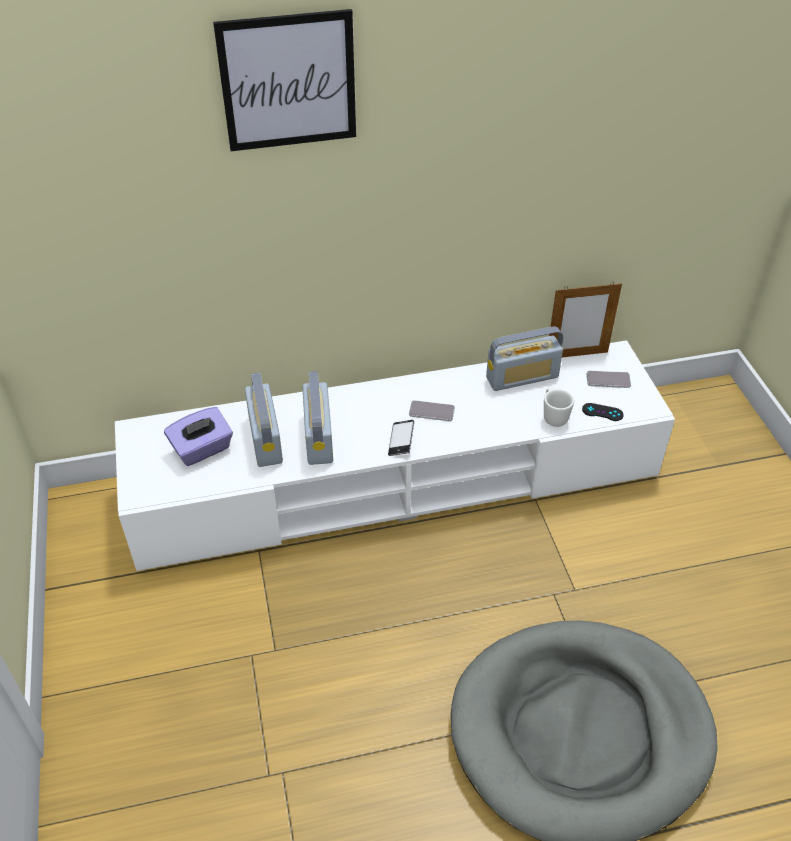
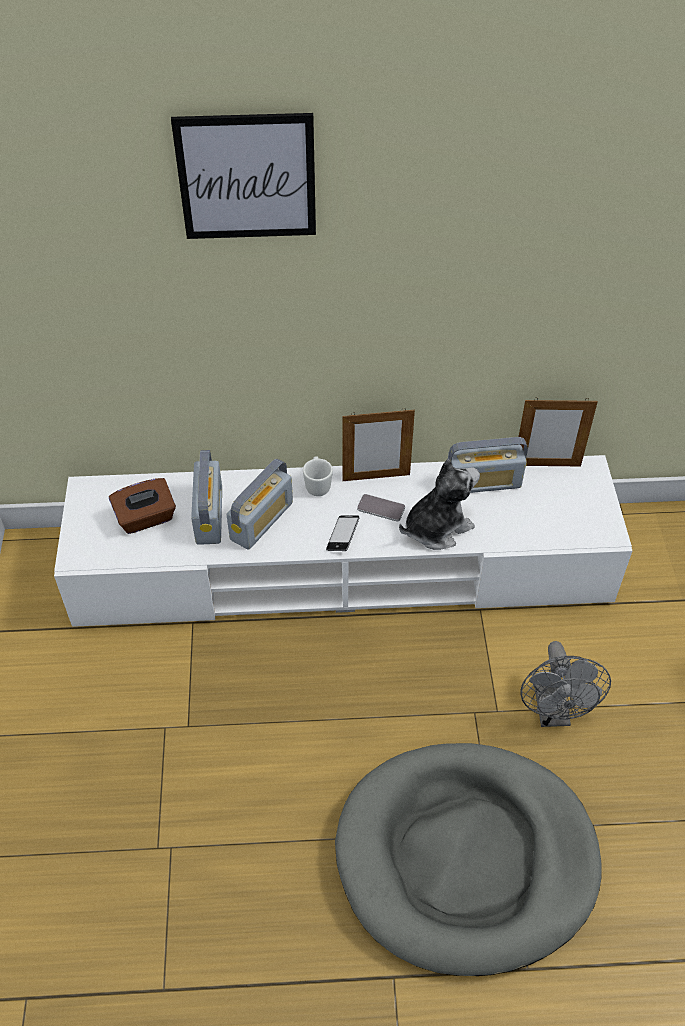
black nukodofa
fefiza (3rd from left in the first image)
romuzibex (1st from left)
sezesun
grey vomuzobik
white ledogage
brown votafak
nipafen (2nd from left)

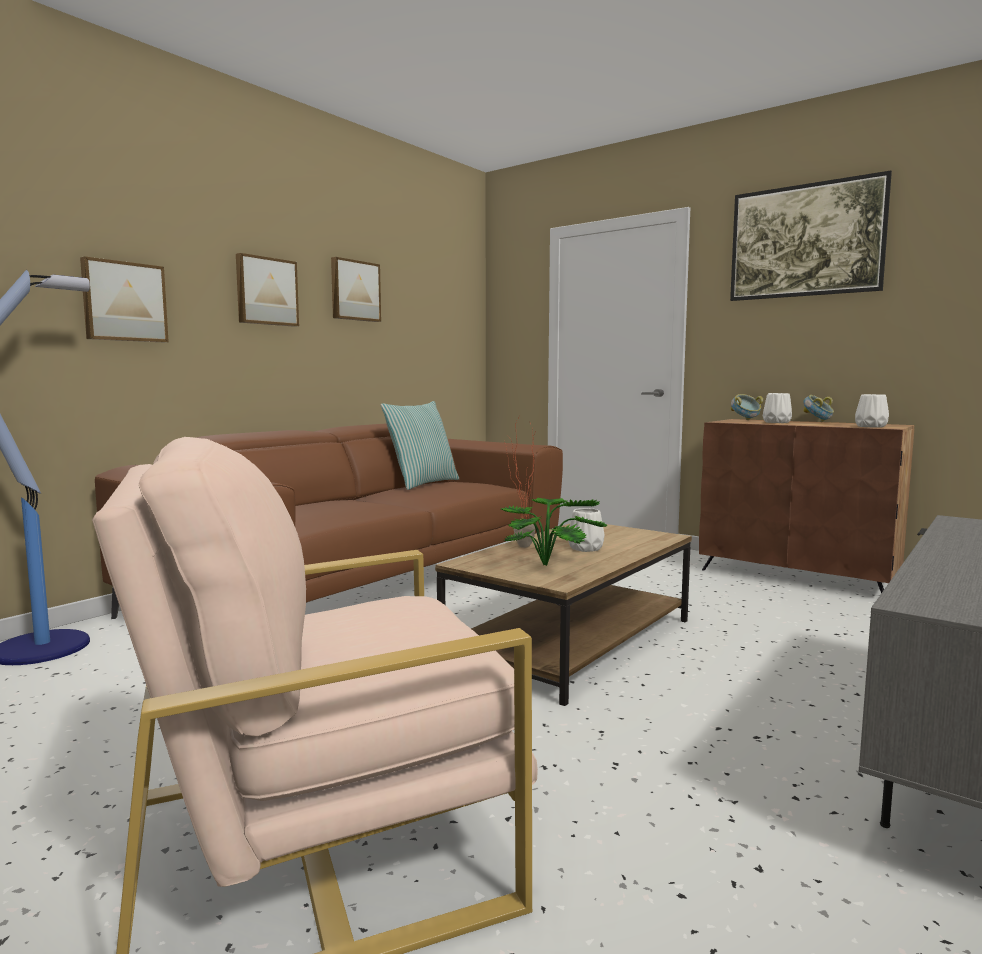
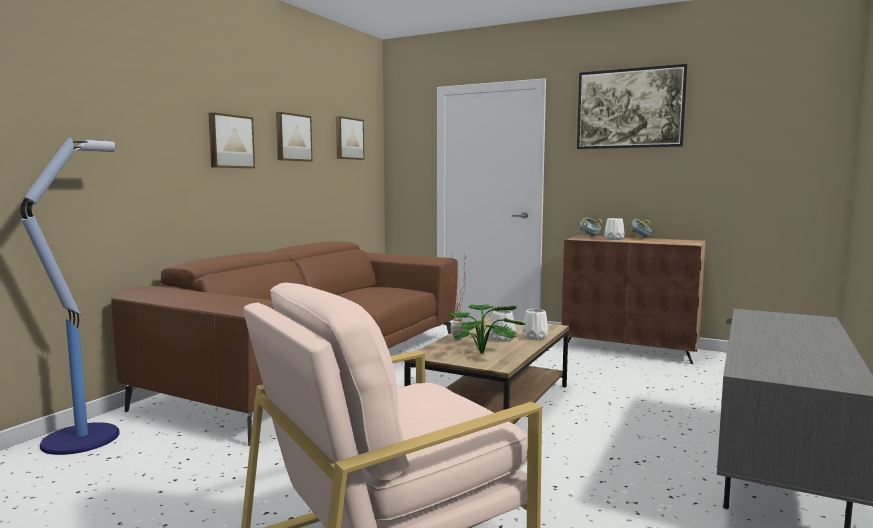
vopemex
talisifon (3rd from left)
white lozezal (2nd from left)

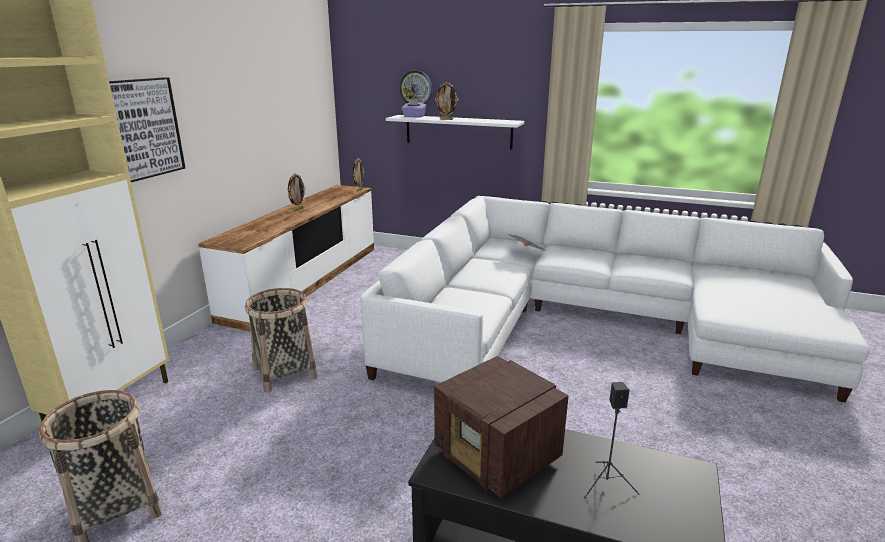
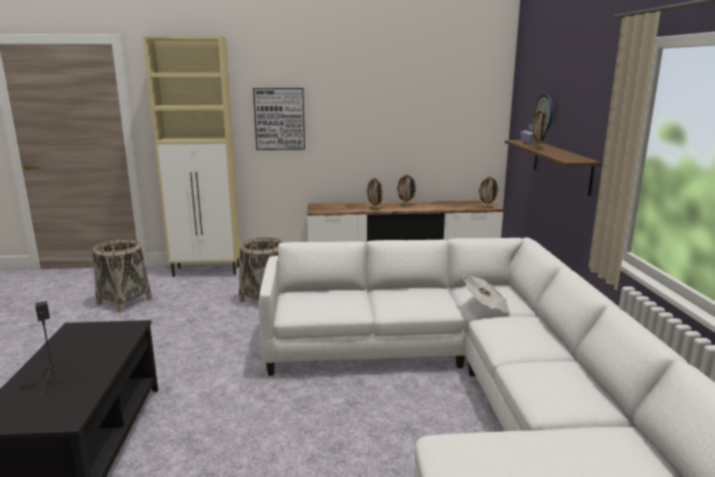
nipafen
romuzibex (1st from left)
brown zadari

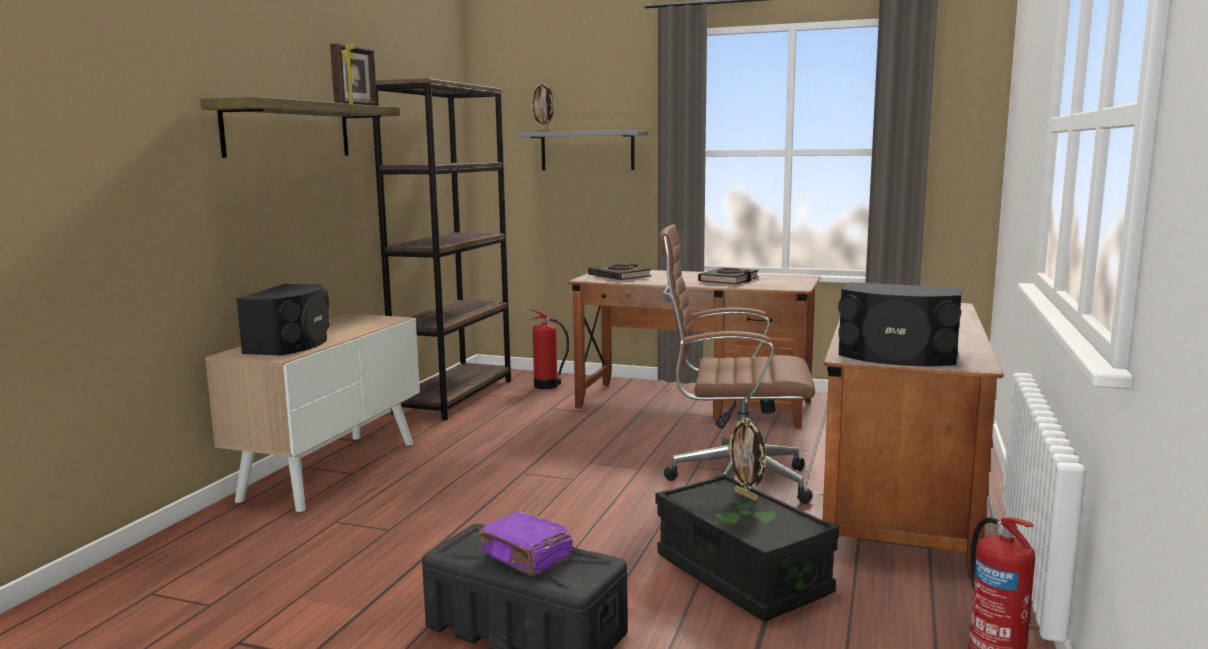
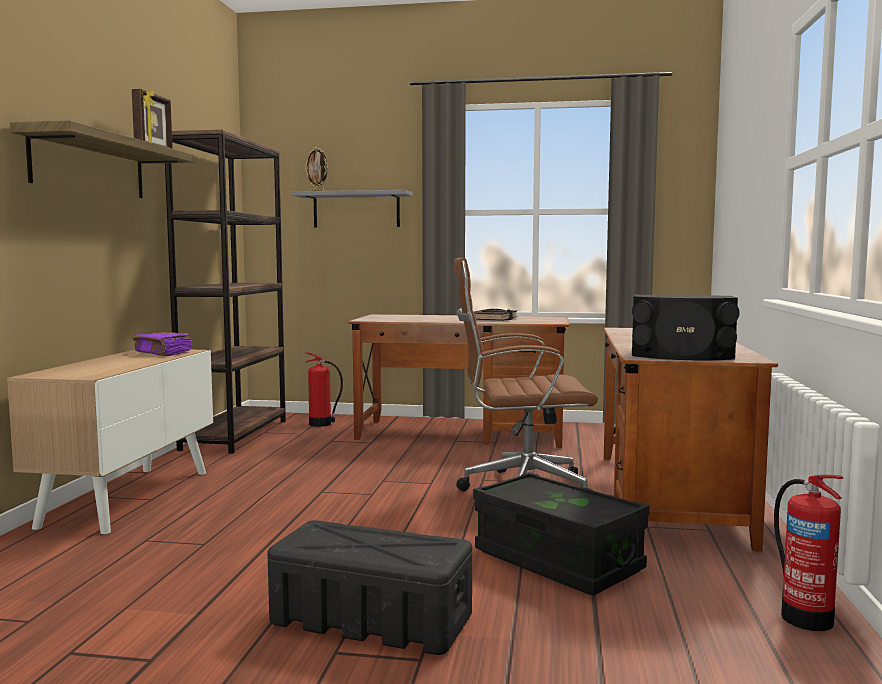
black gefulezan (1st from left in the first image)
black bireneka (1st from left in the first image)
romuzibex (3rd from left in the first image)
purple bireneka

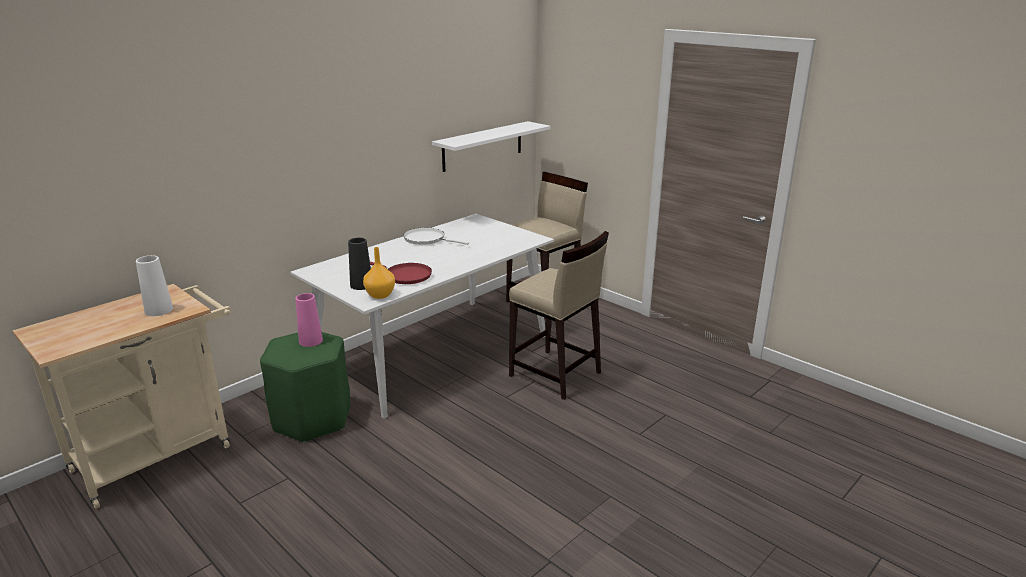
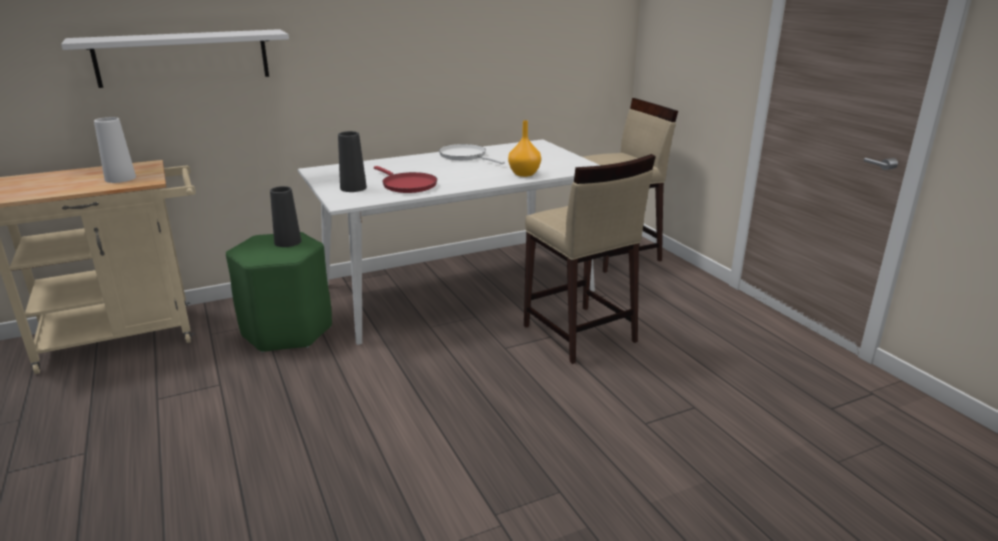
orange lozezal
white zadari
black lozezal (1st from left)

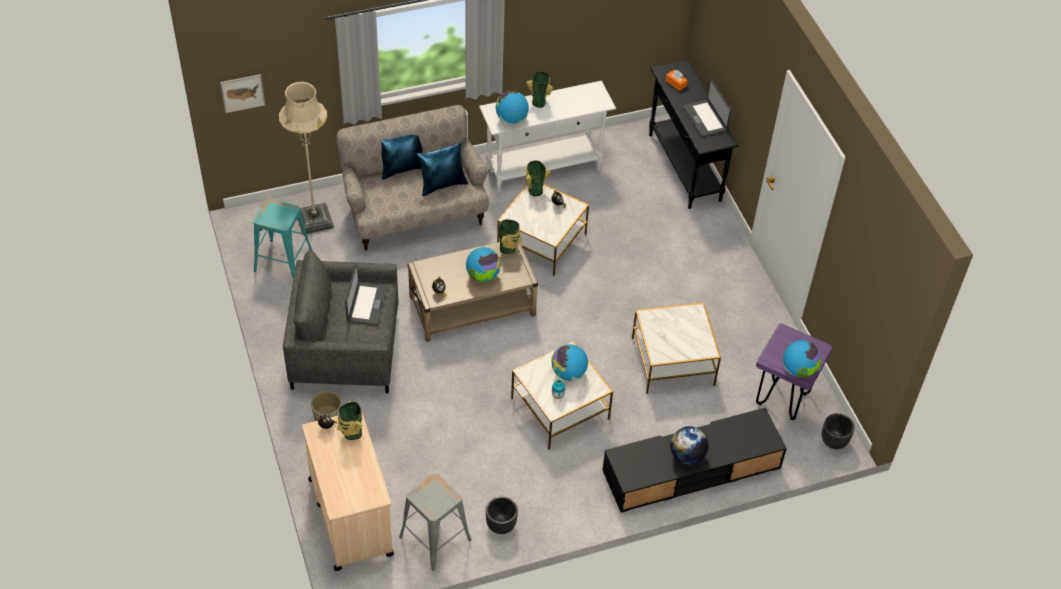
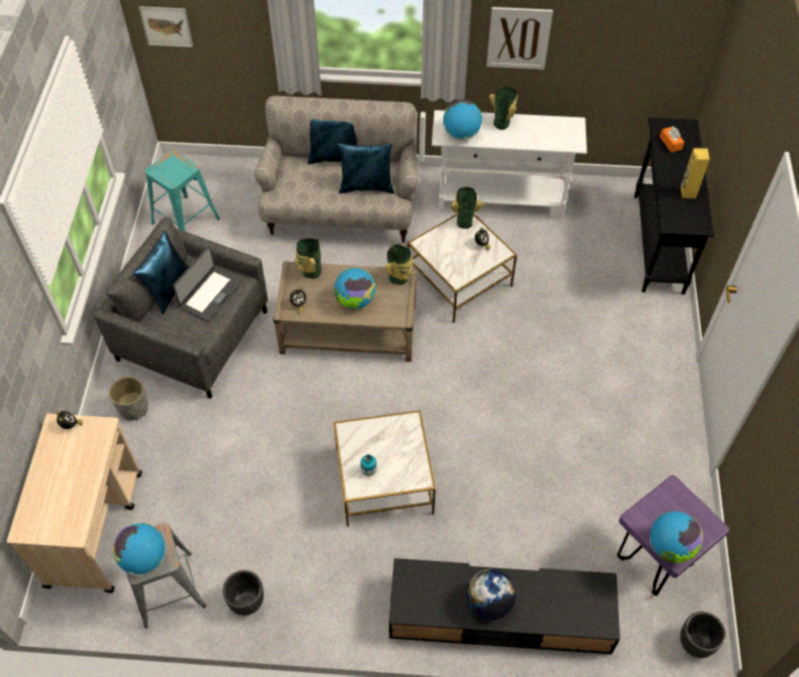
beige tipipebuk
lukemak (3rd from left in the first image)
blue vopemex (1st from left)
talisifon (2nd from left)
lozezal (1st from left)
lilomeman (1st from left)
yellow gefulezan

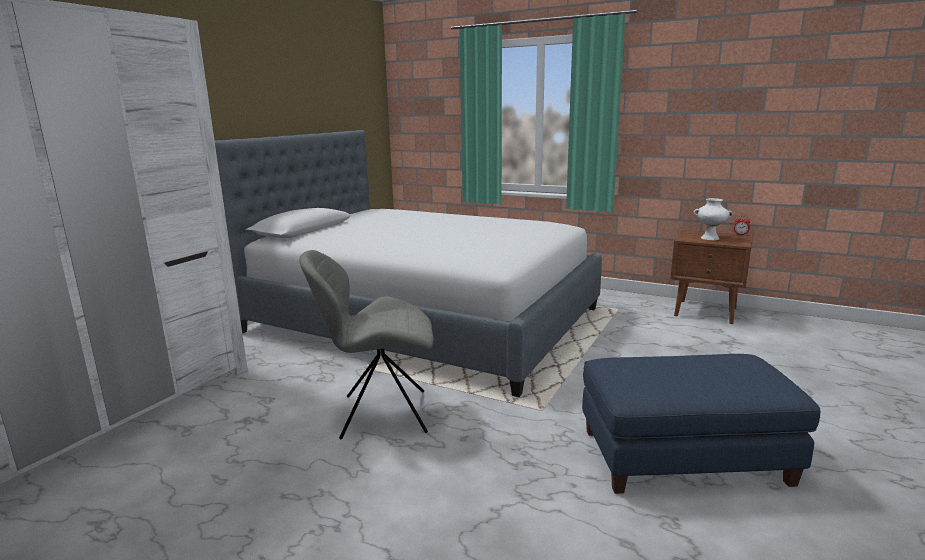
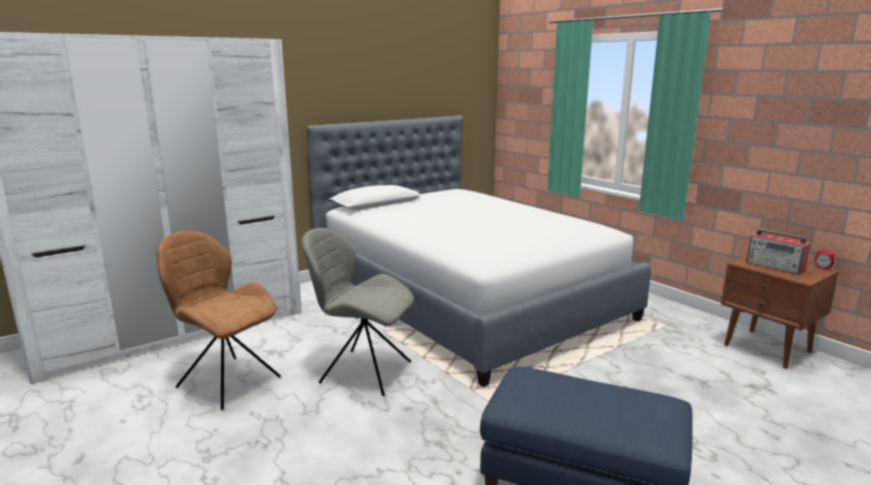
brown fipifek
nipafen

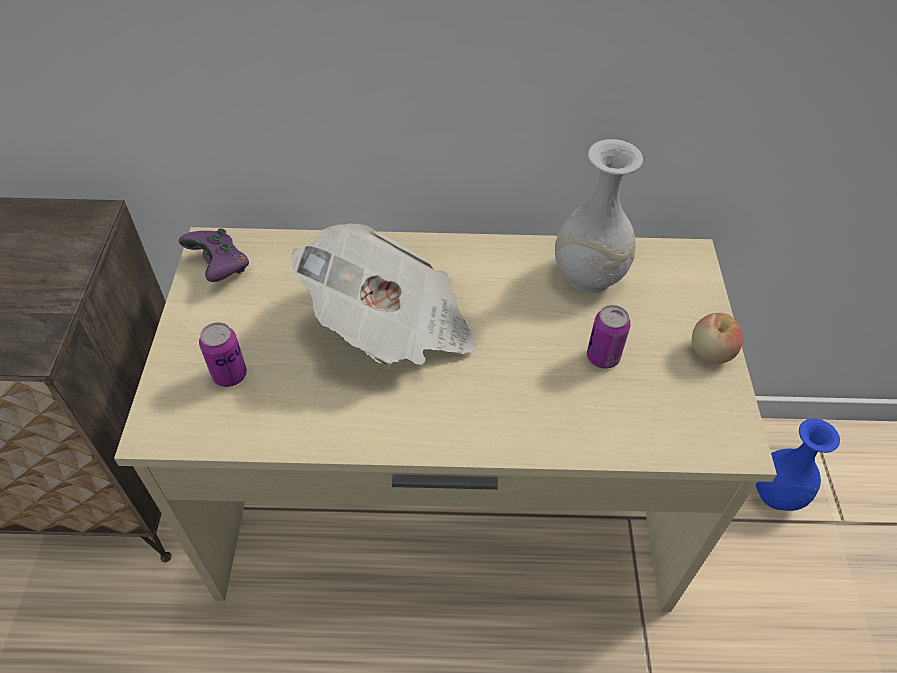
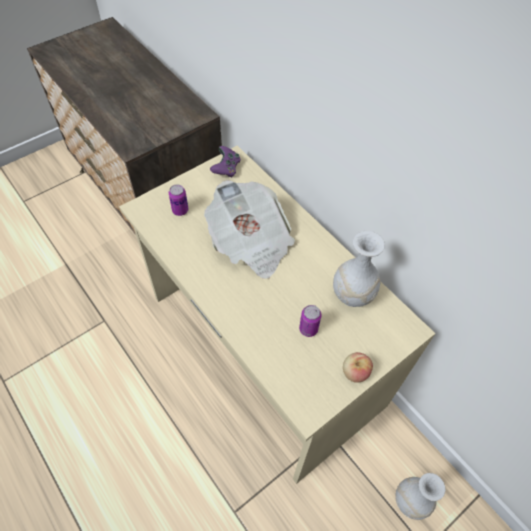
white lozezal (2nd from left)

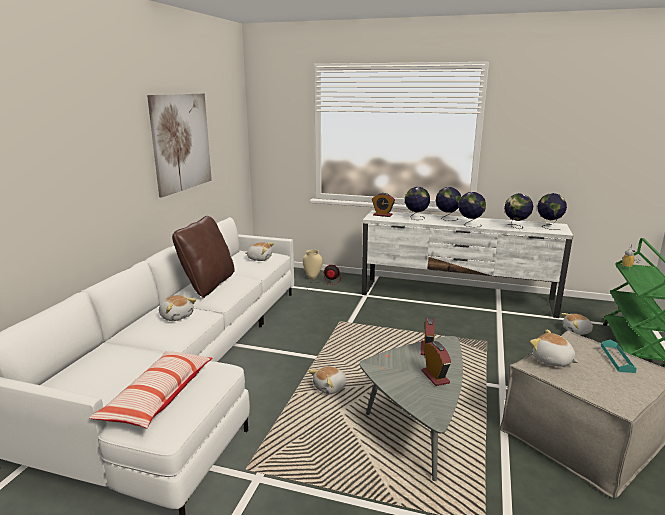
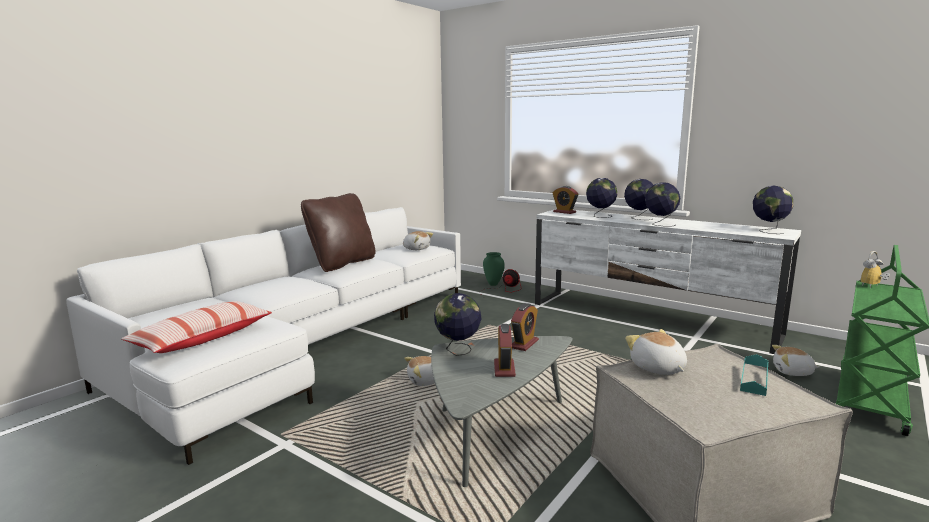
talisifon
sezesun (1st from left in the first image)
lilomeman (1st from left)
green lozezal

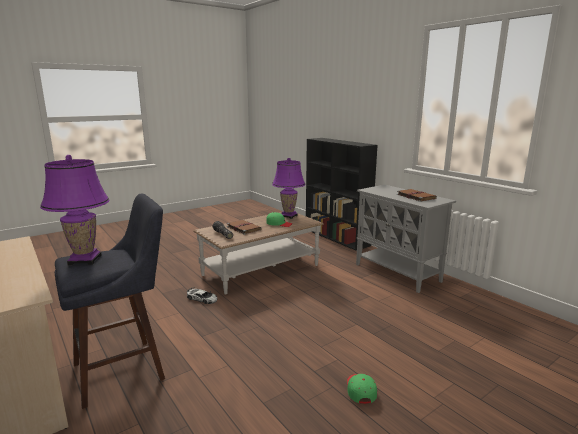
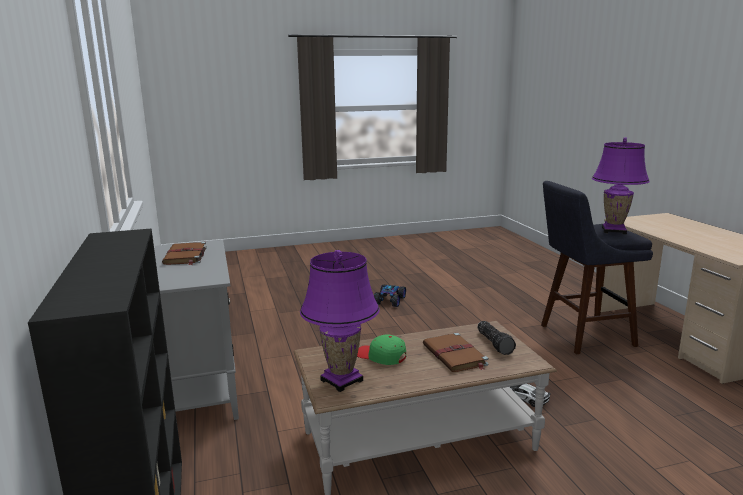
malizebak (1st from left)

